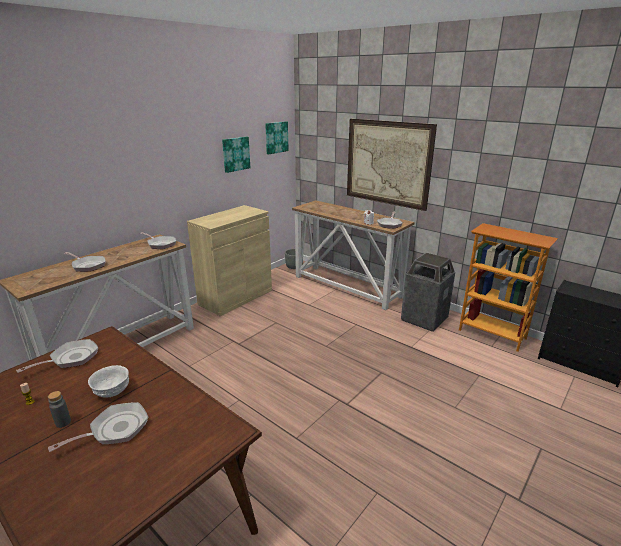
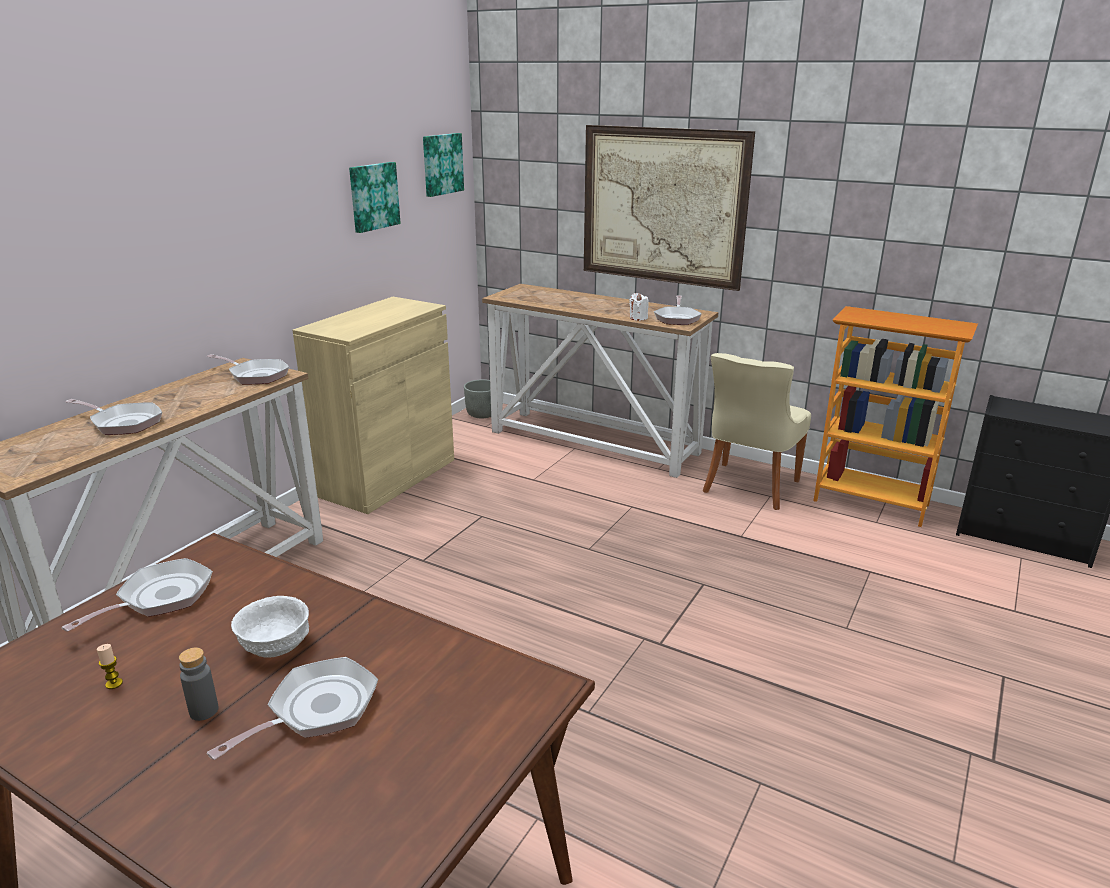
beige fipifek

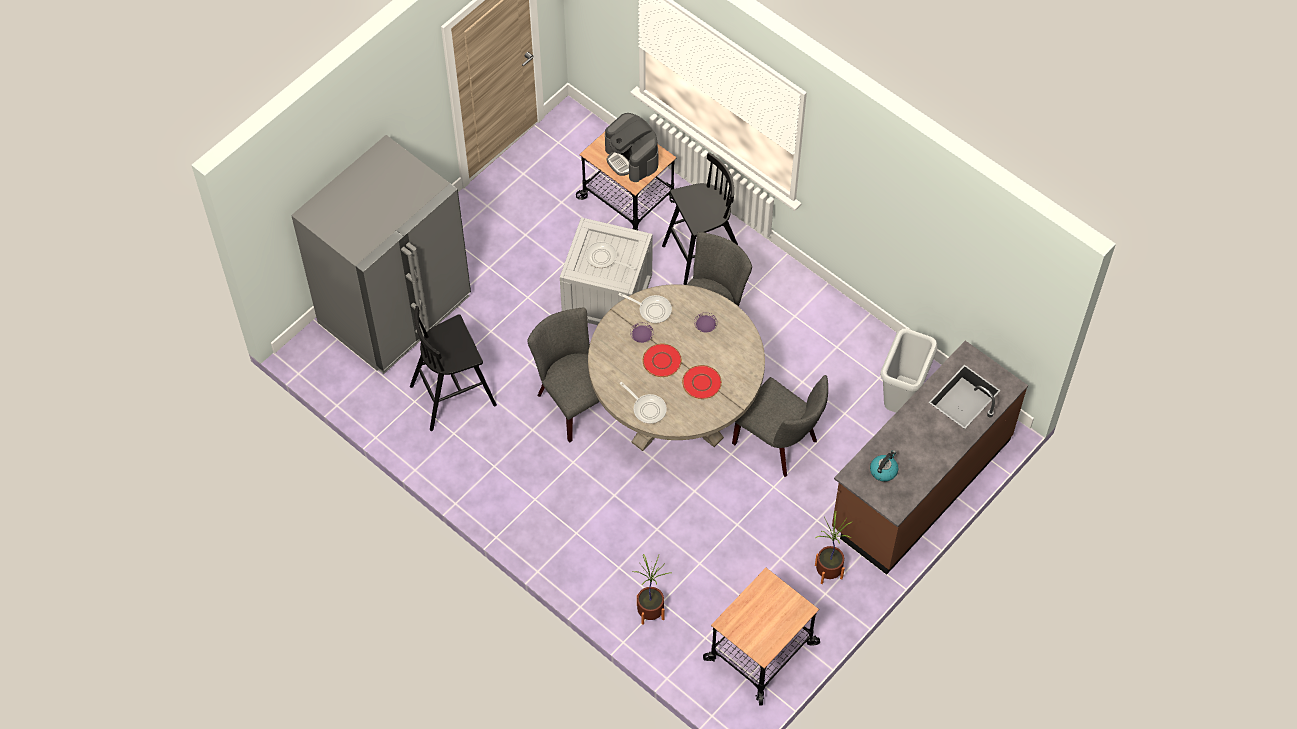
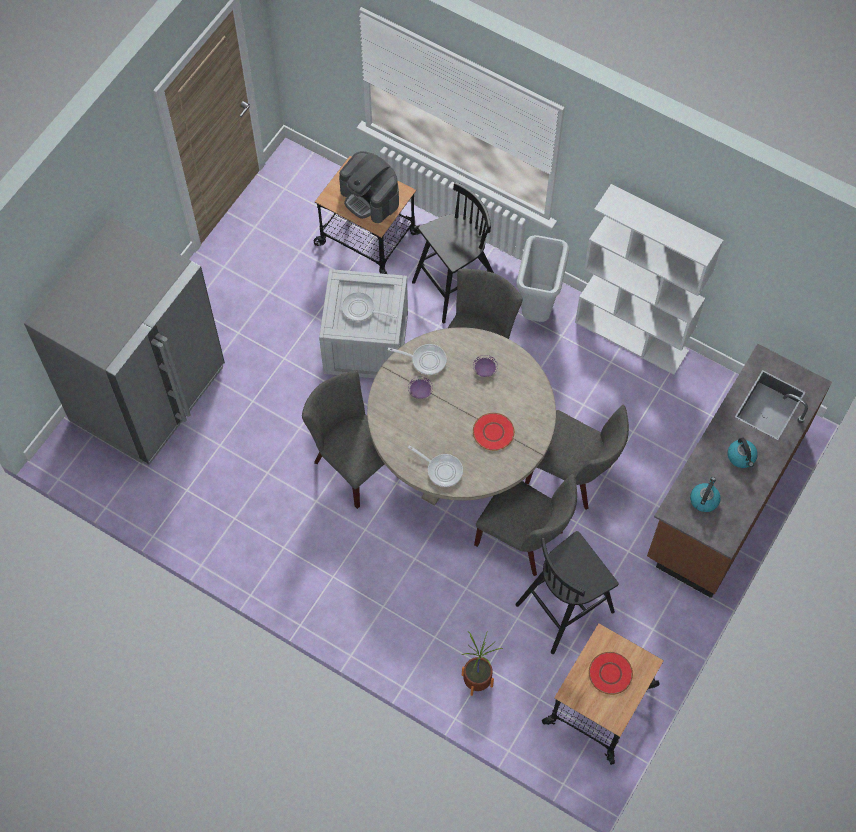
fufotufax (2nd from left in the first image)
grey fipifek (3rd from left)
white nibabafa
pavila (2nd from left)
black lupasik (2nd from left)
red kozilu (2nd from left)
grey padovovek

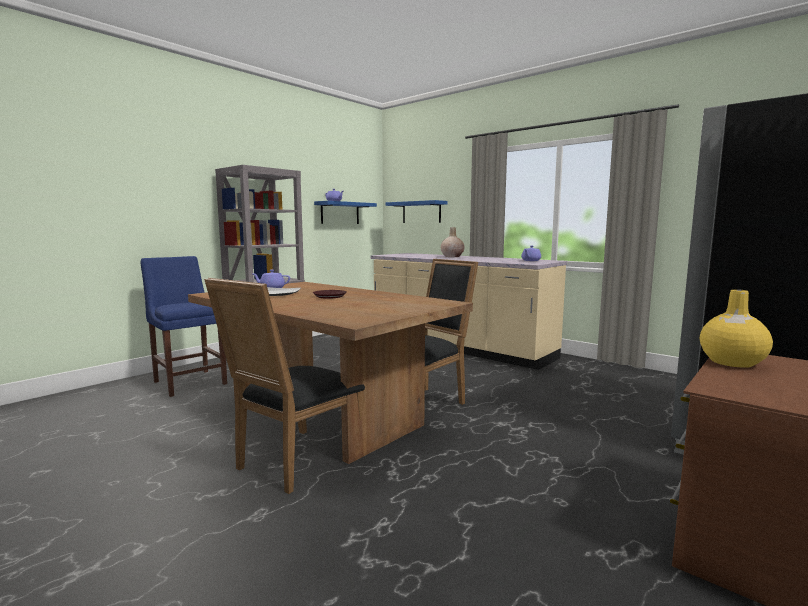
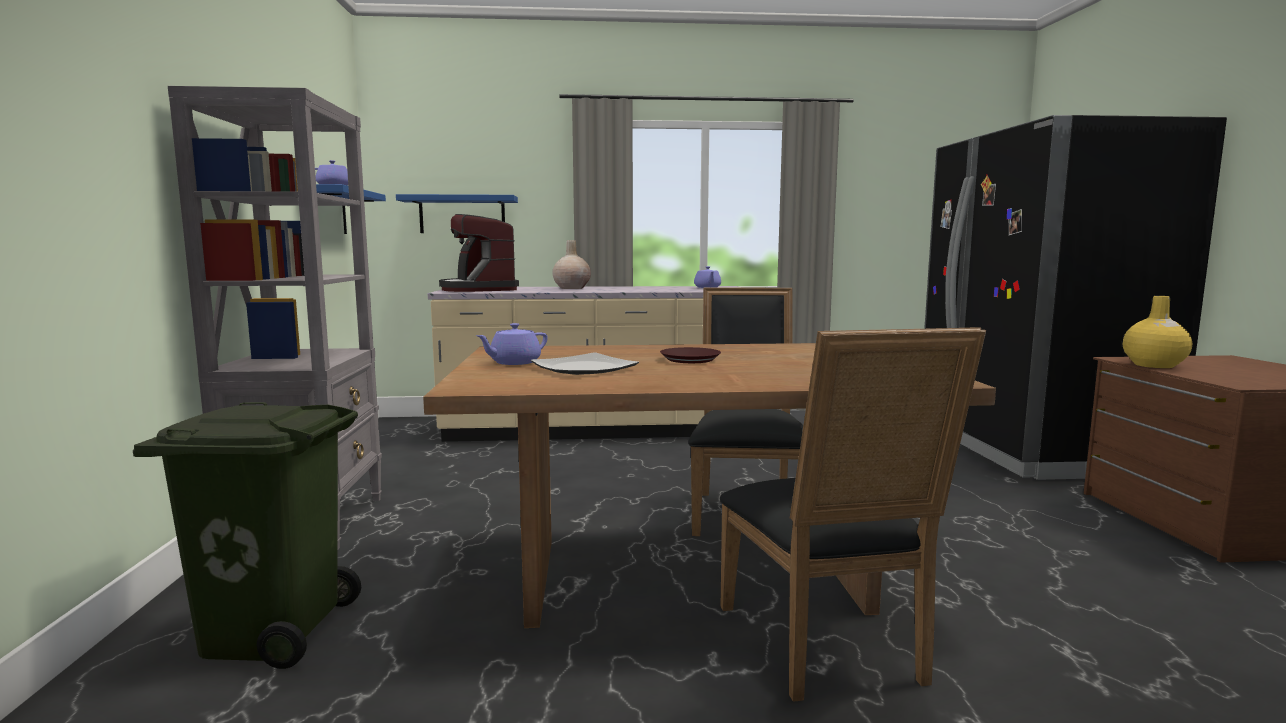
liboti
green padovovek

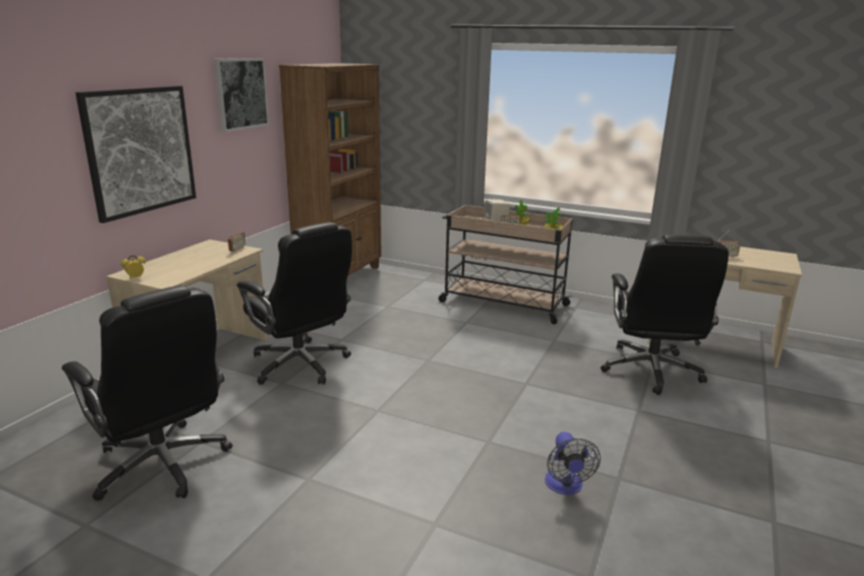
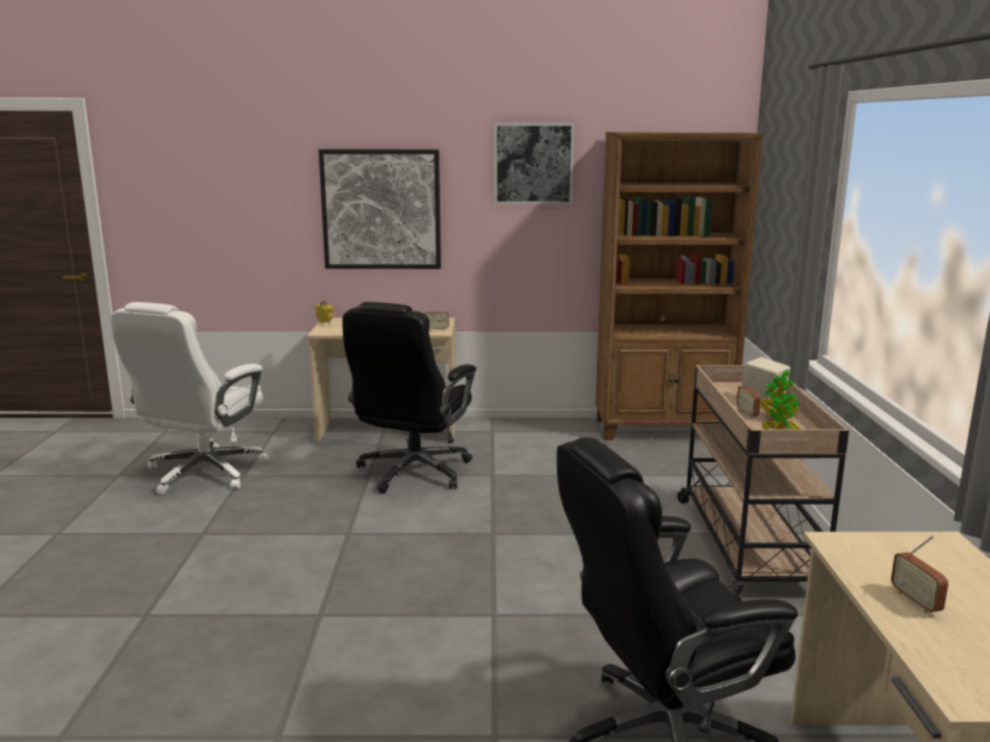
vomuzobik
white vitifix

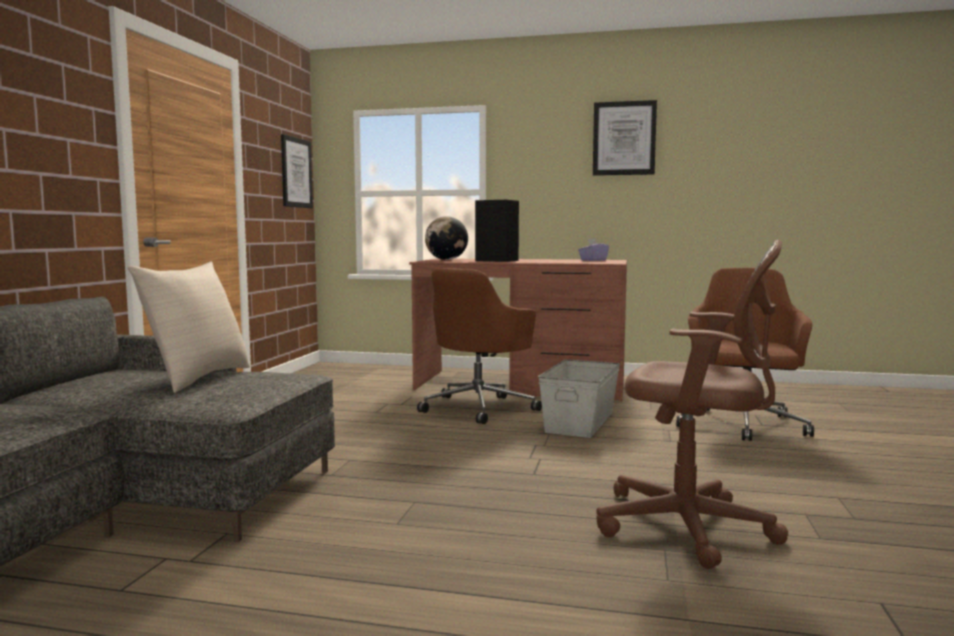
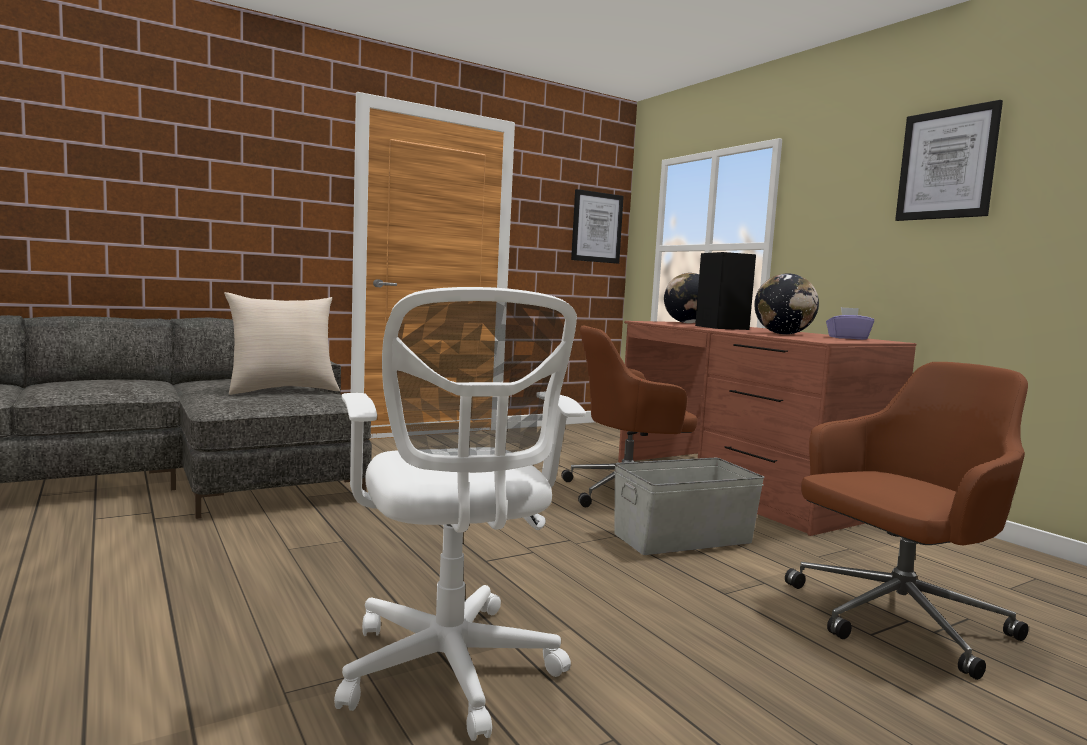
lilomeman (2nd from left)
white vitifix

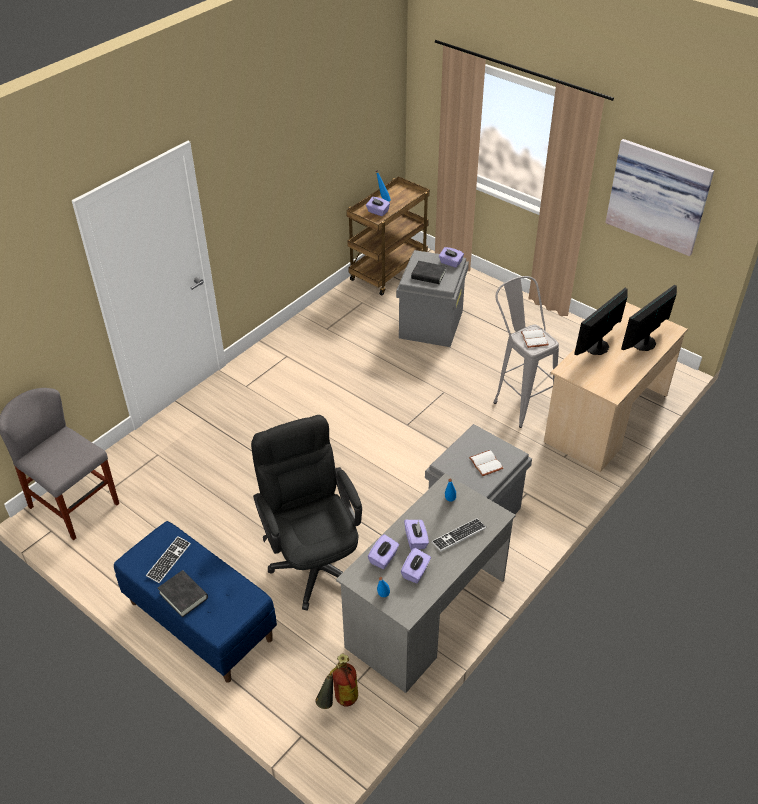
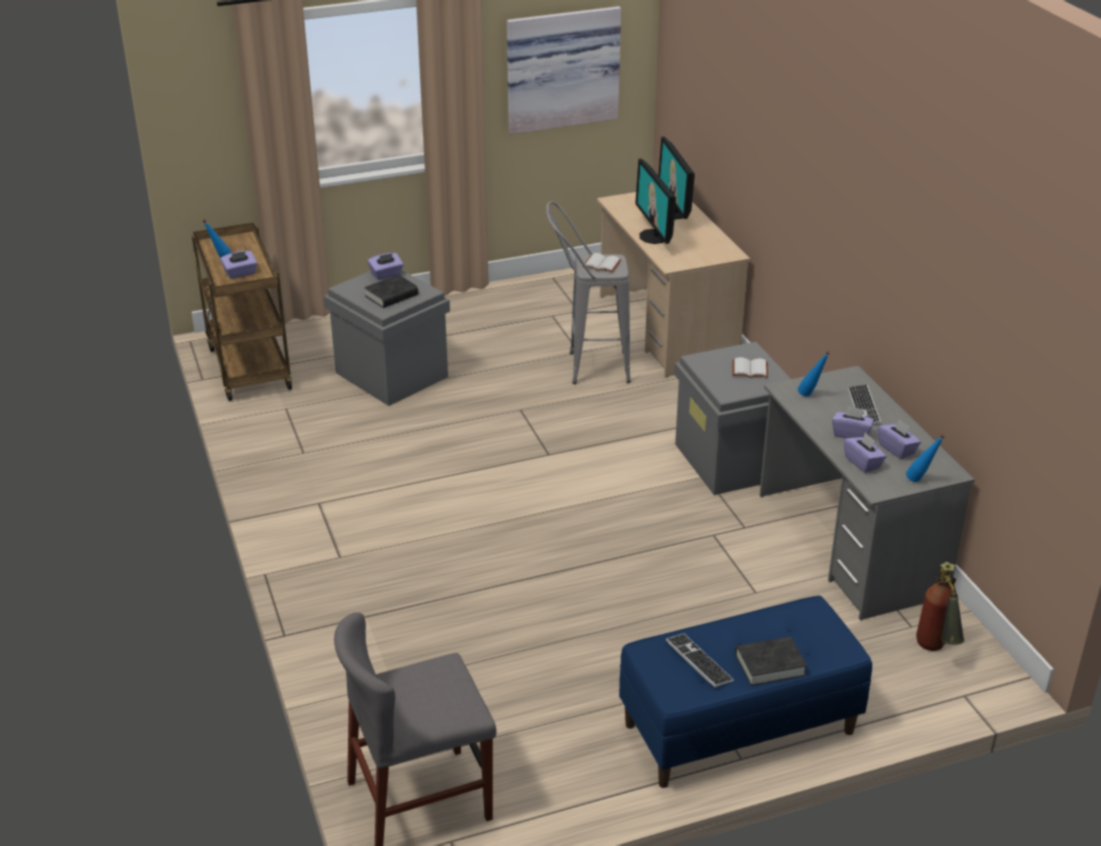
black vitifix

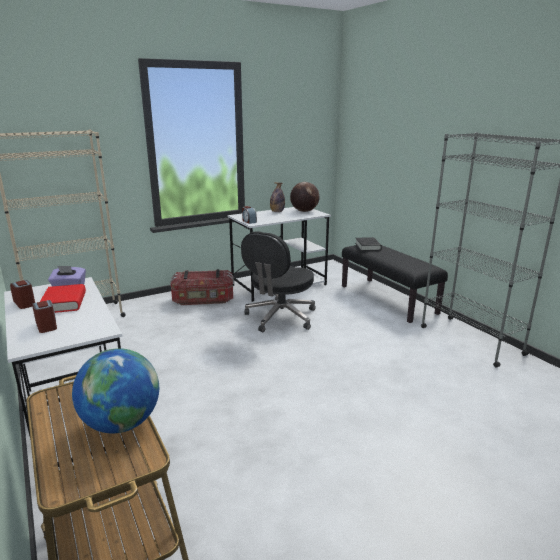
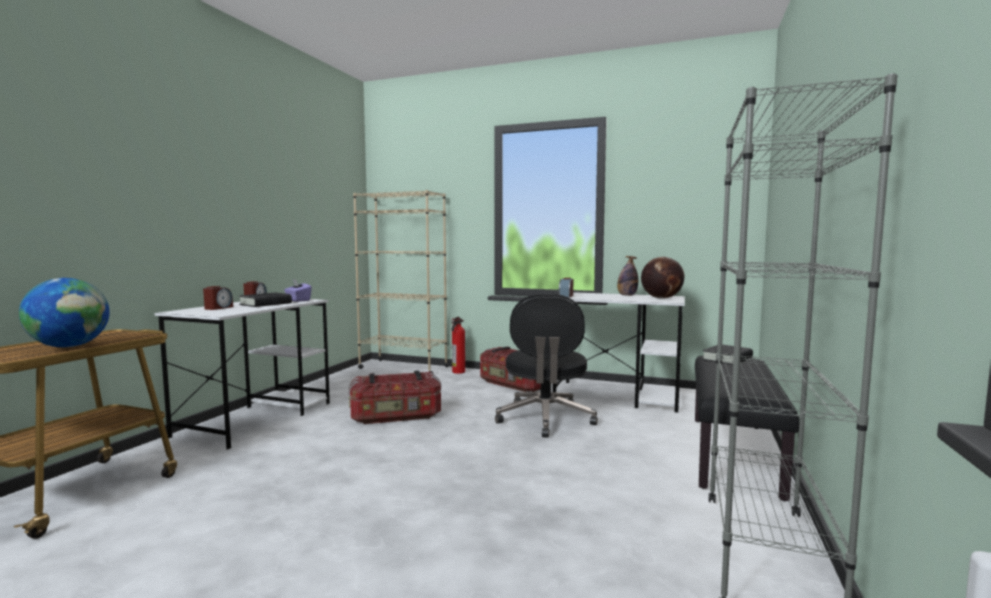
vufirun (1st from left)
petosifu
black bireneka (1st from left)
black vitifix

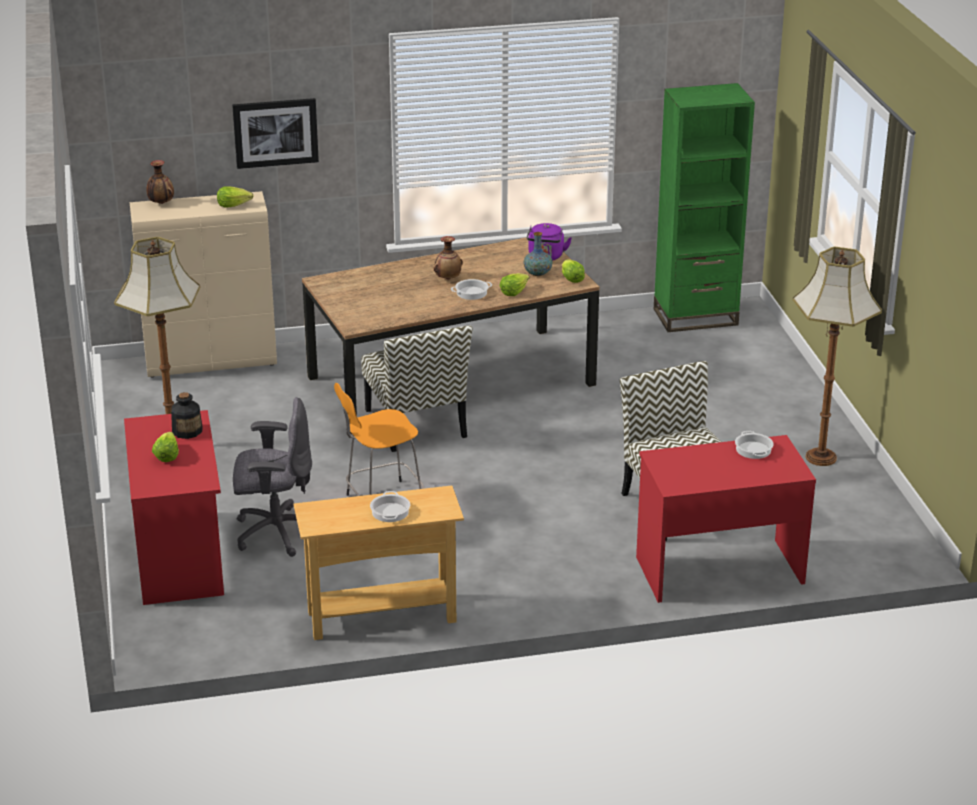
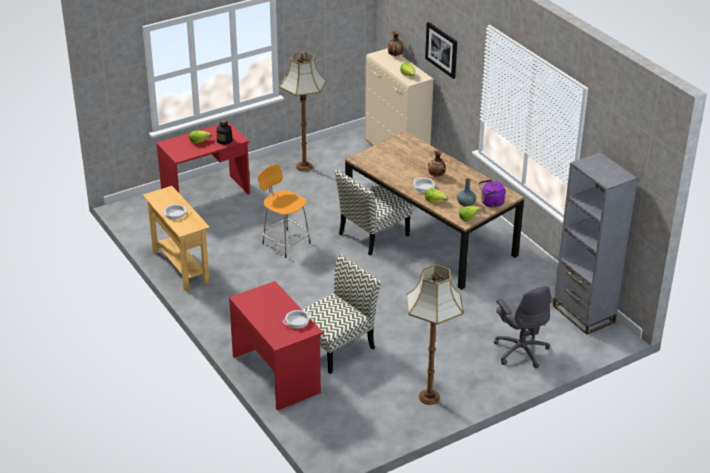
grey vitifix
grey nibabafa

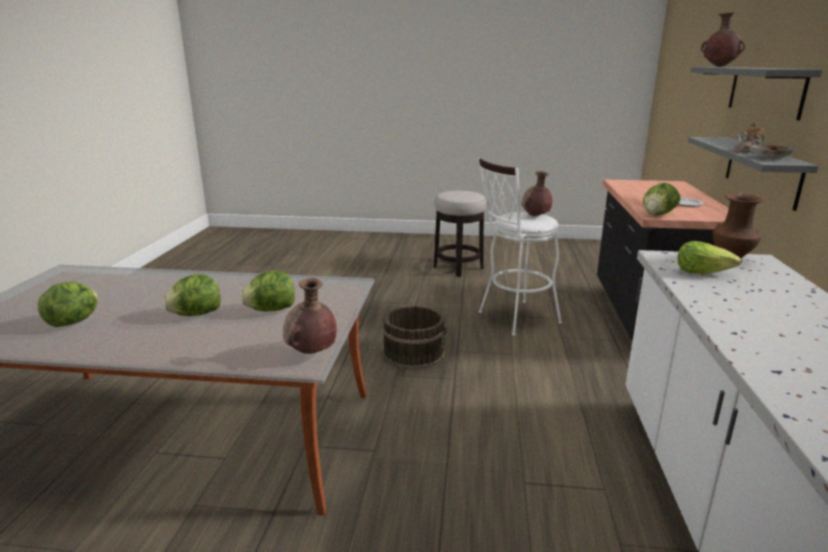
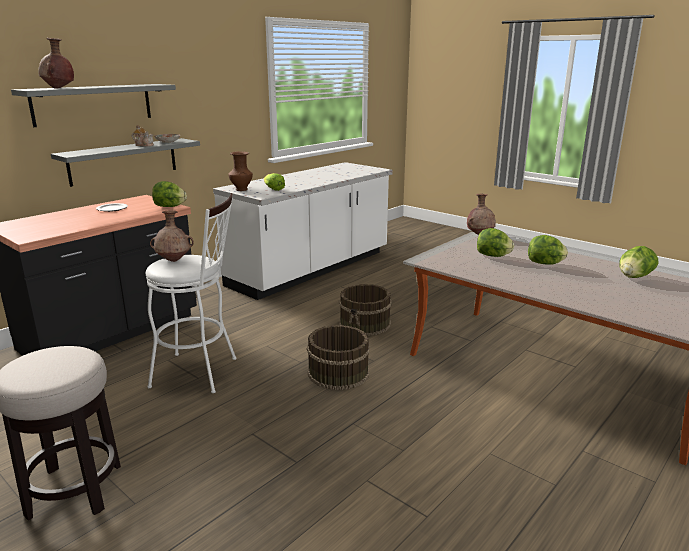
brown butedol (2nd from left)

